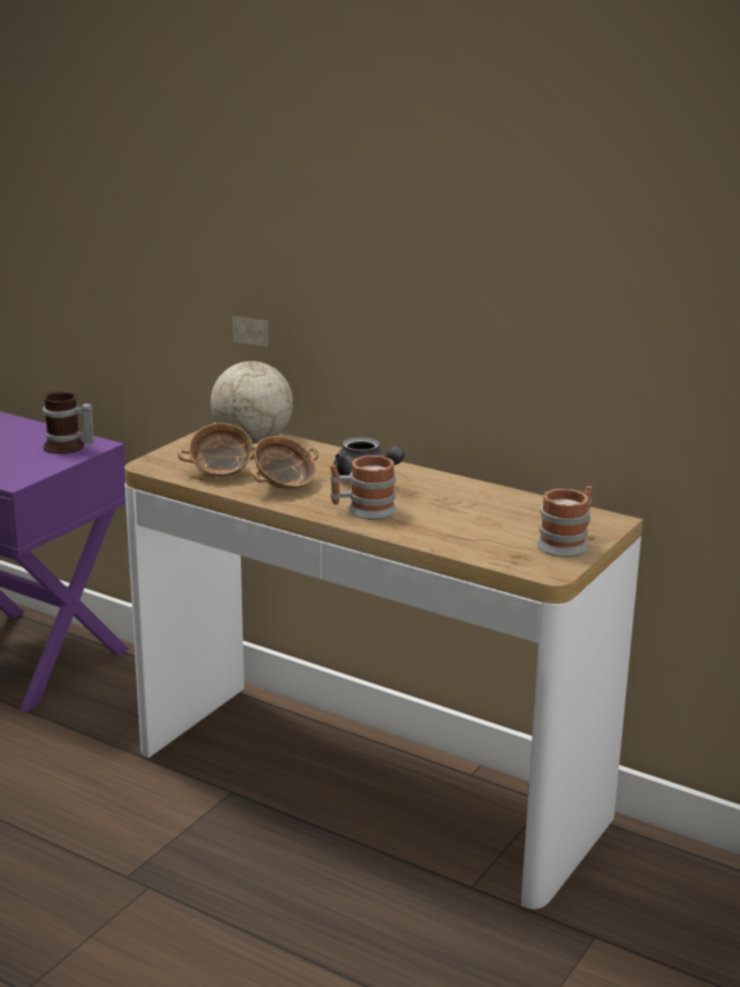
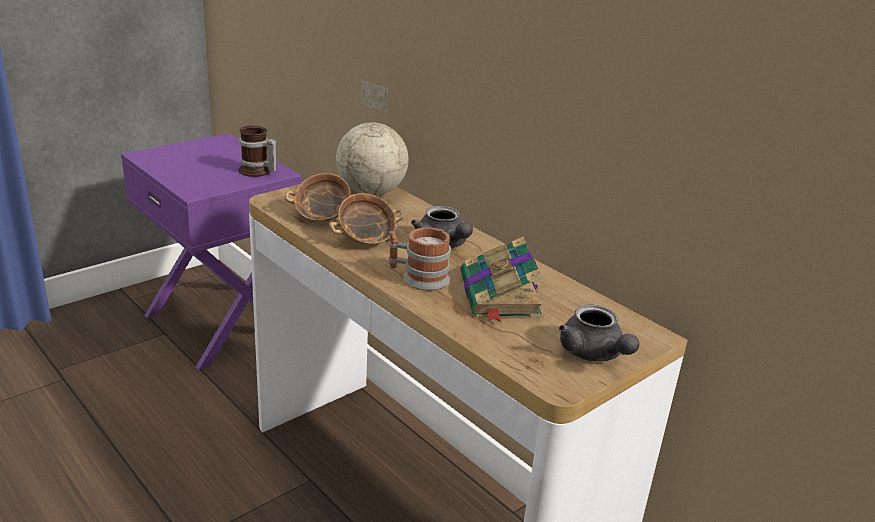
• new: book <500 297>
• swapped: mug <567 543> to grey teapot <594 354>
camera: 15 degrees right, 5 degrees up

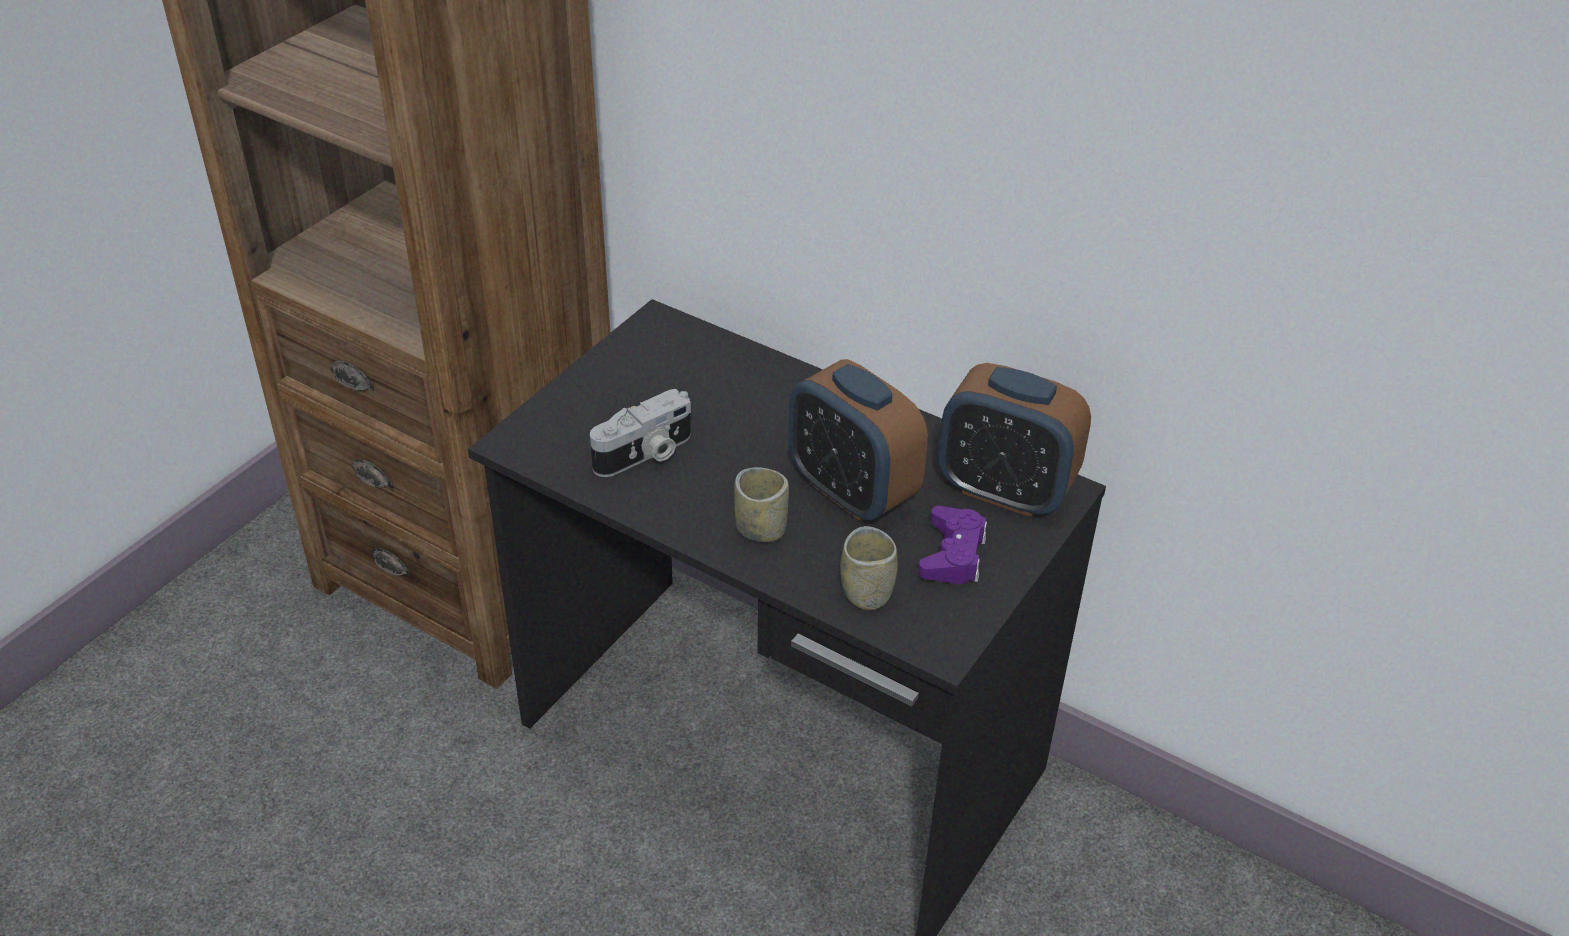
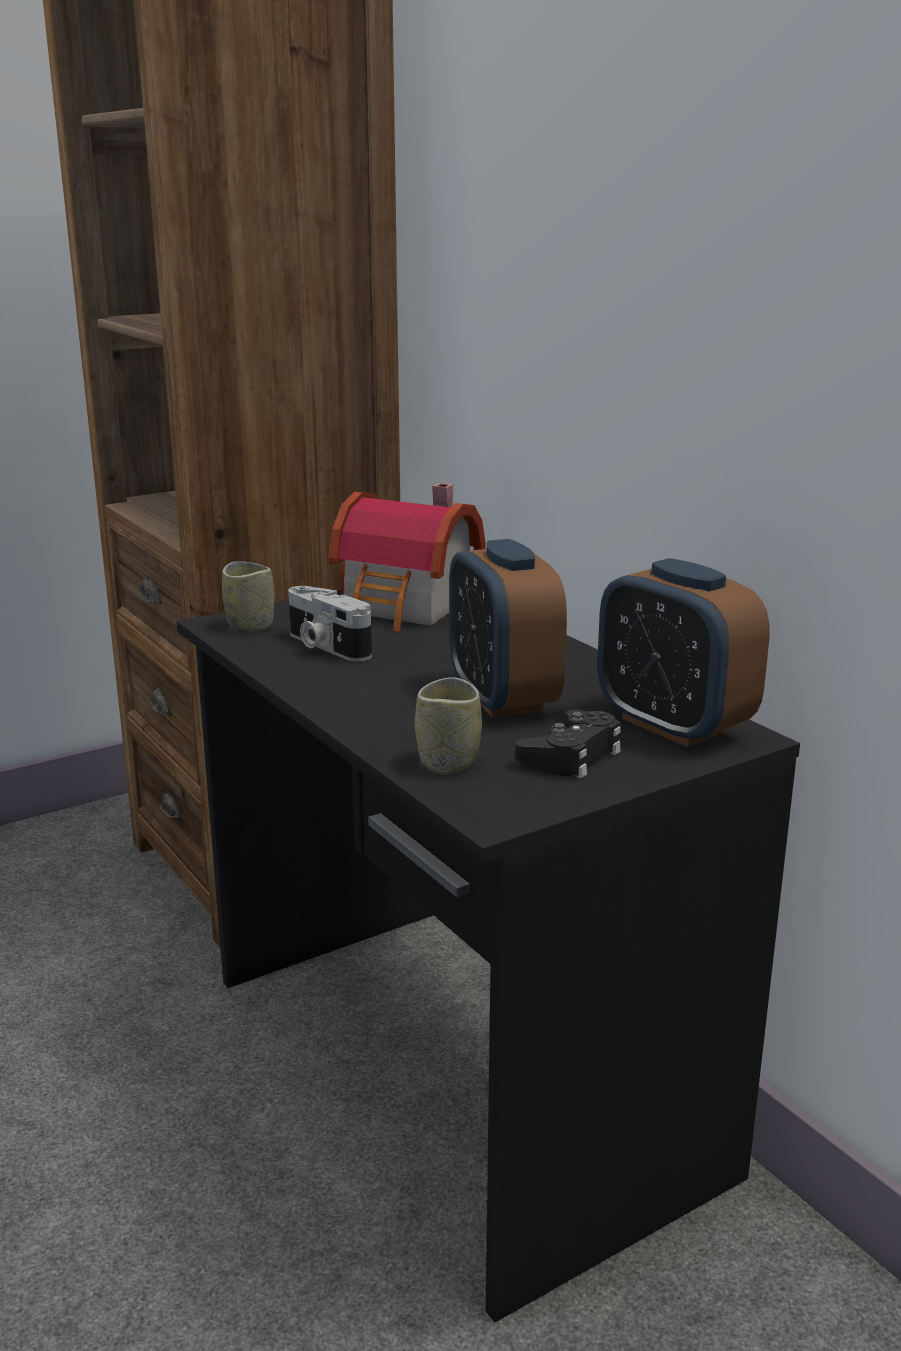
• new: toy house <408 607>
• shifted: cup <761 529> to <250 625>
• repainted: purple game controller <953 554> to black game controller <571 755>
• rotated: photo camera <645 455> = <325 646> 60 degrees clockwise
camera: 25 degrees right, 20 degrees down

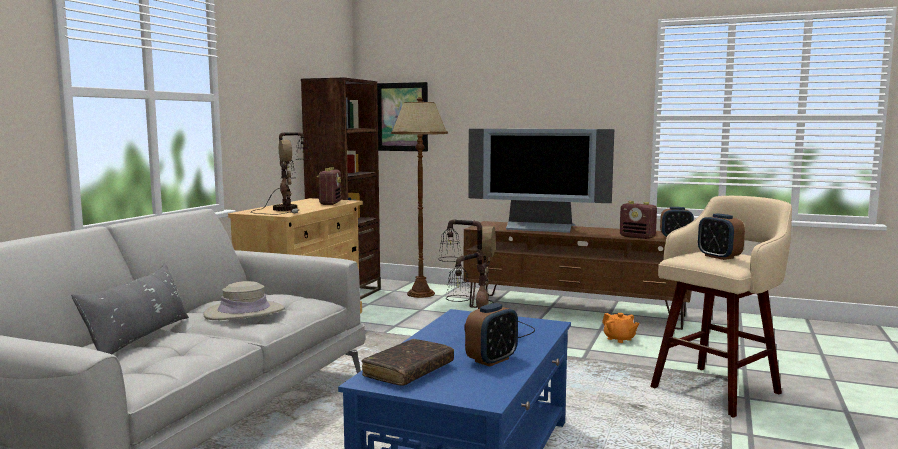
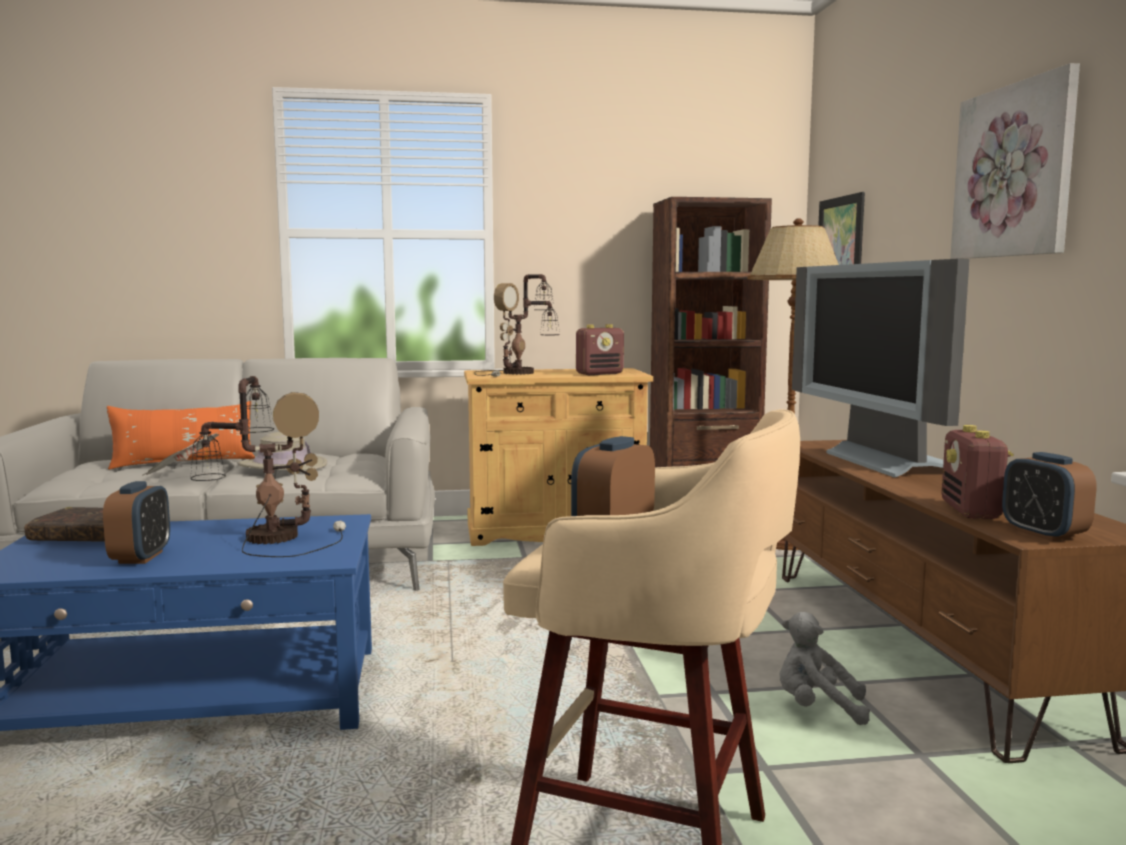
• new: newspaper <181 475>
• new: picture <1014 171>
• swapped: orange teapot <619 339> to grey plush toy <817 708>
• repainted: grey pillow <139 338> to orange pillow <184 463>
• rotated: alarm clock <492 360> = <141 557> 105 degrees counterclockwise
camera: 60 degrees right, 0 degrees up

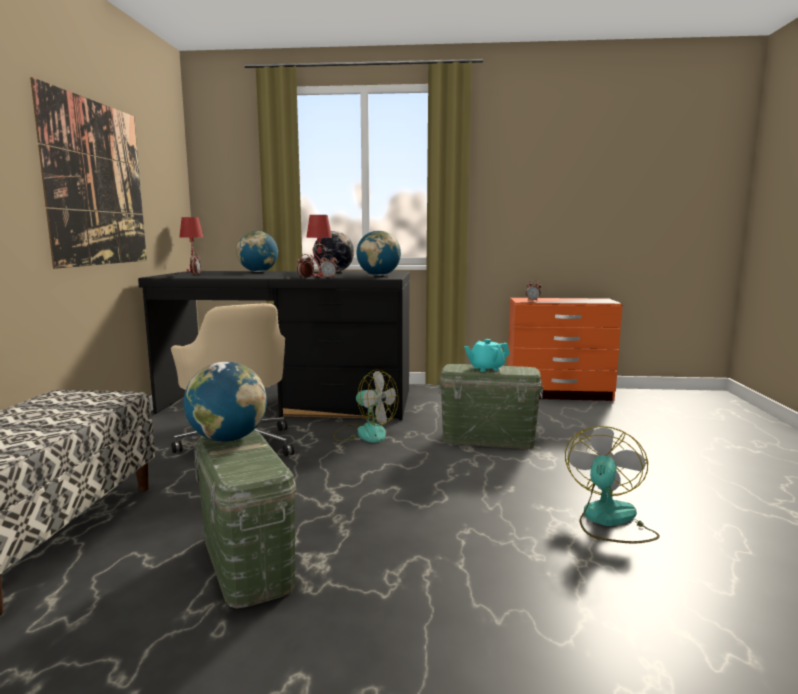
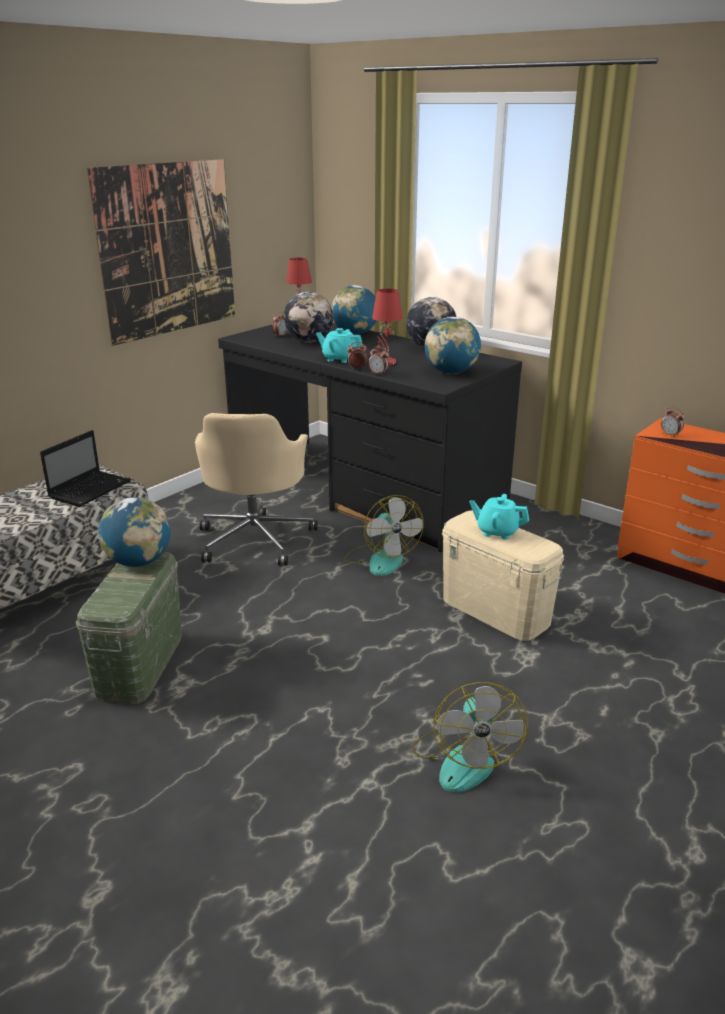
• new: laptop <91 489>
• new: globe <309 341>
• new: turquoise teapot <339 359>
• repainted: green storage box <488 439> to beige storage box <496 611>
• rotated: fan <609 520> = <464 759> 120 degrees clockwise
camera: 35 degrees right, 15 degrees up

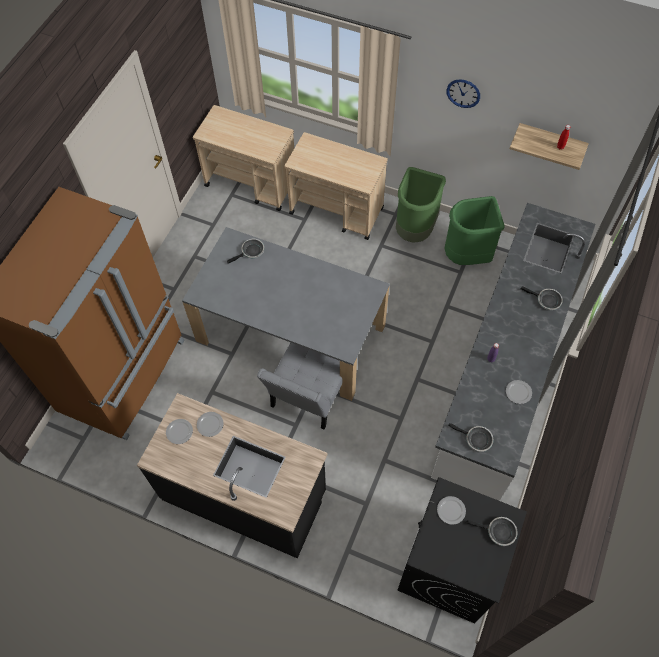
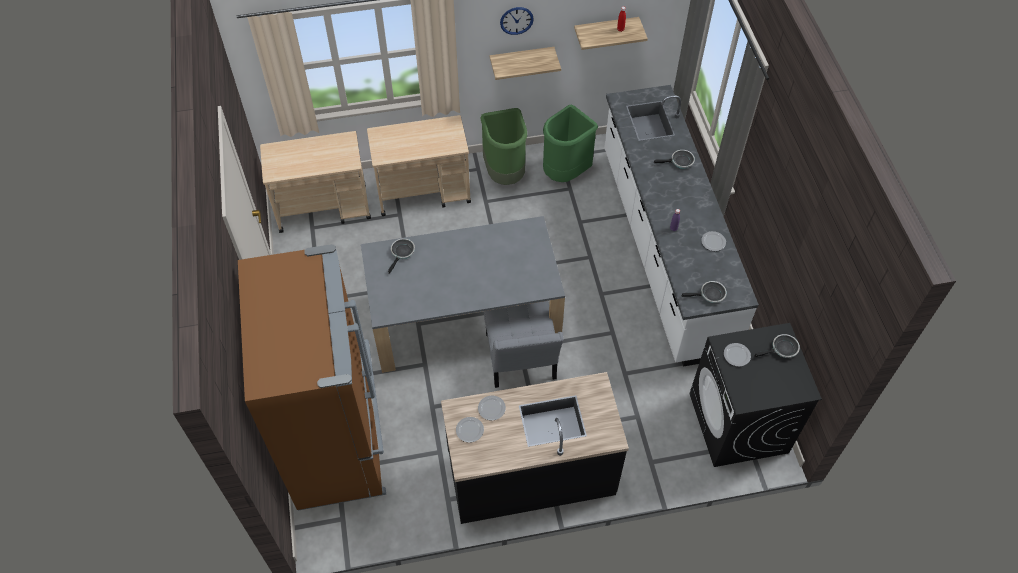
• new: shelf <521 60>
camera: 35 degrees left, 5 degrees down

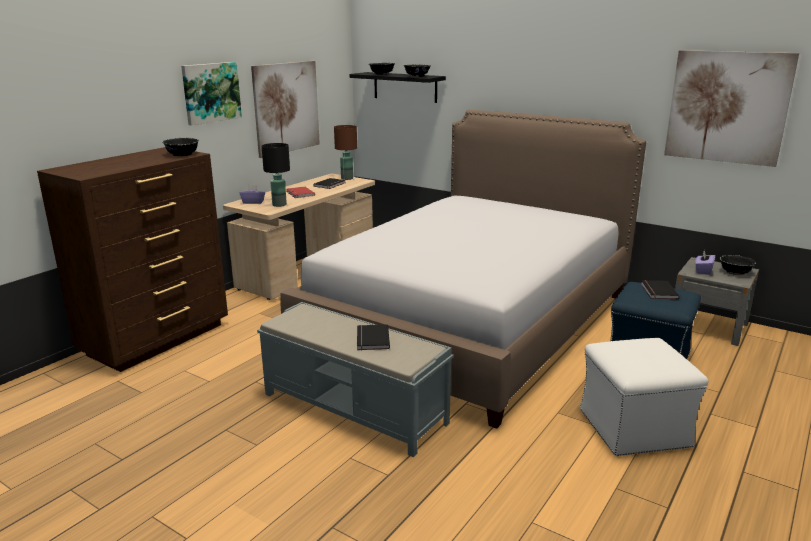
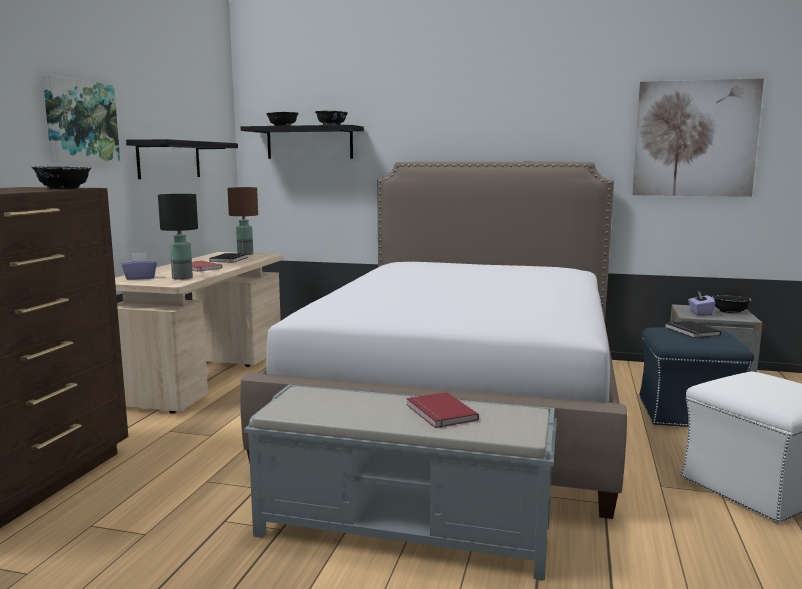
• swapped: picture <286 107> to black shelf <169 159>
• repainted: black book <371 339> to red book <439 413>
camera: 20 degrees left, 10 degrees down

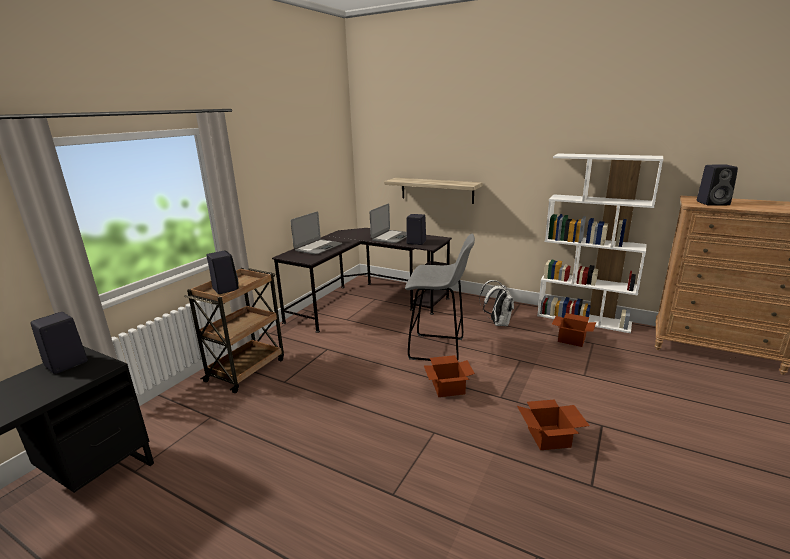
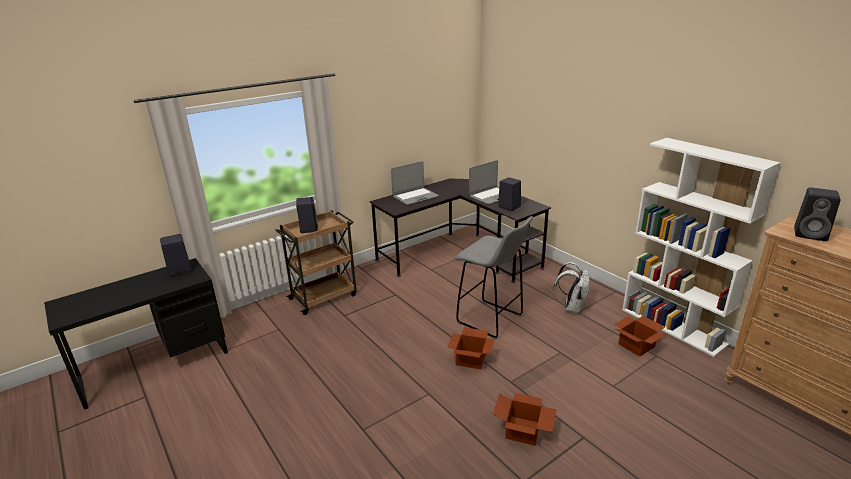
• gone: shelf <437 190>
camera: 25 degrees right, 5 degrees up

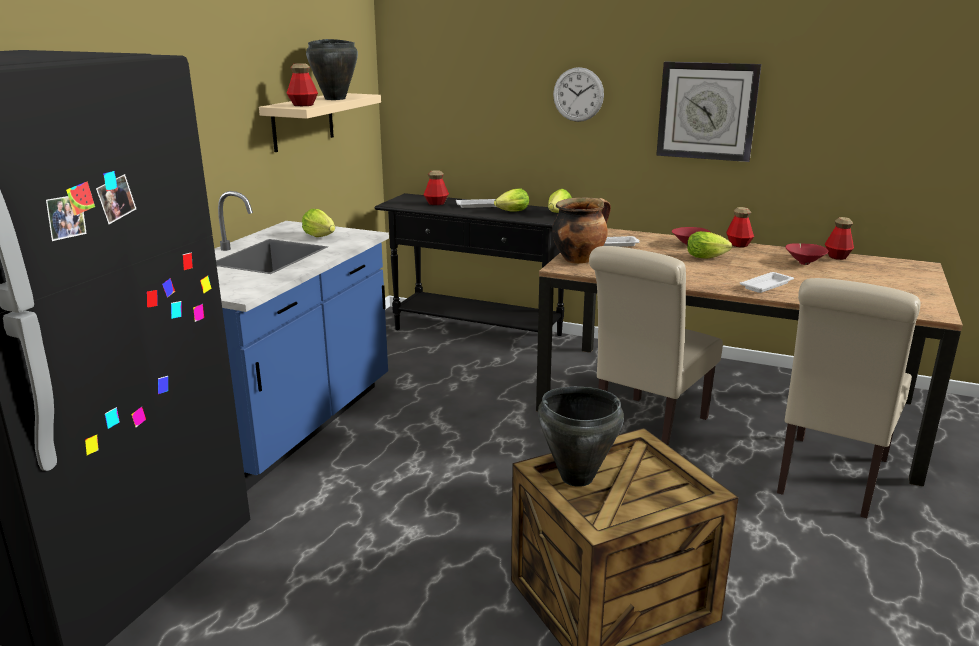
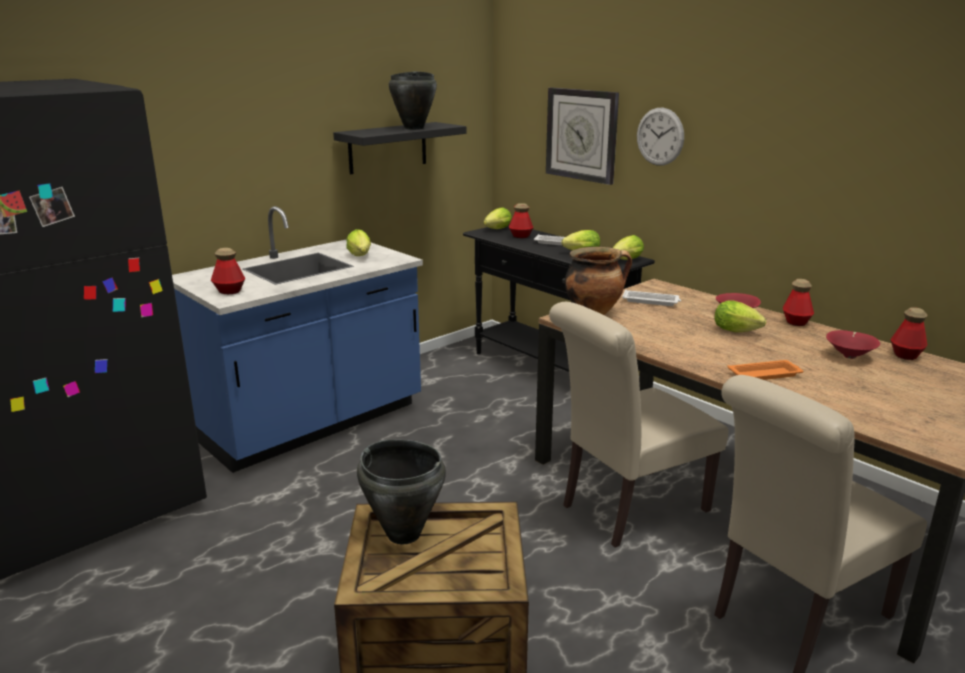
• new: lettuce <496 230>
• shifted: bottle <303 105> to <229 291>
• shifted: wall clock <707 111> to <582 135>
• repainted: beige shelf <303 121> to black shelf <388 147>
• repainted: white tray <767 285> to orange tray <765 374>
camera: 25 degrees right, 0 degrees up

